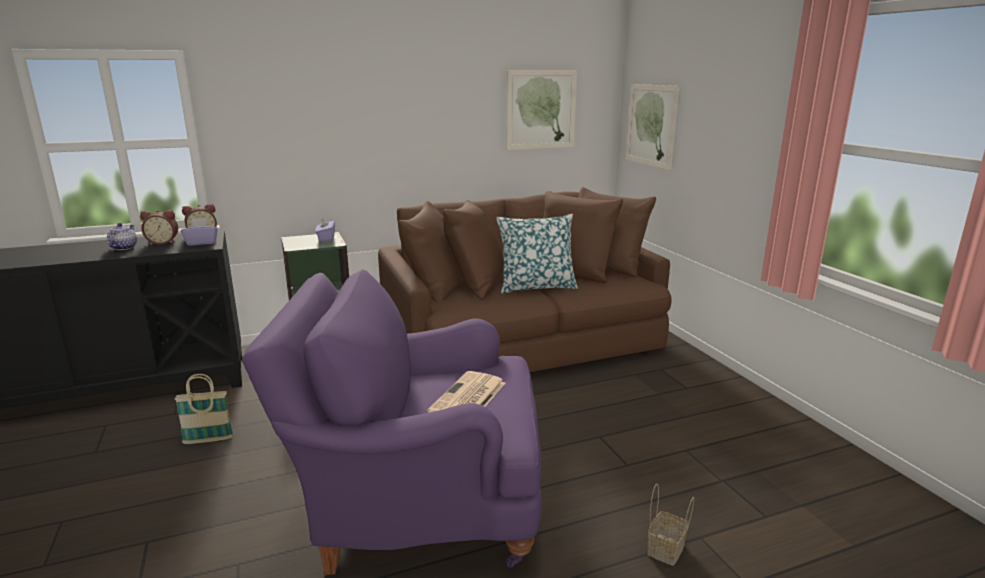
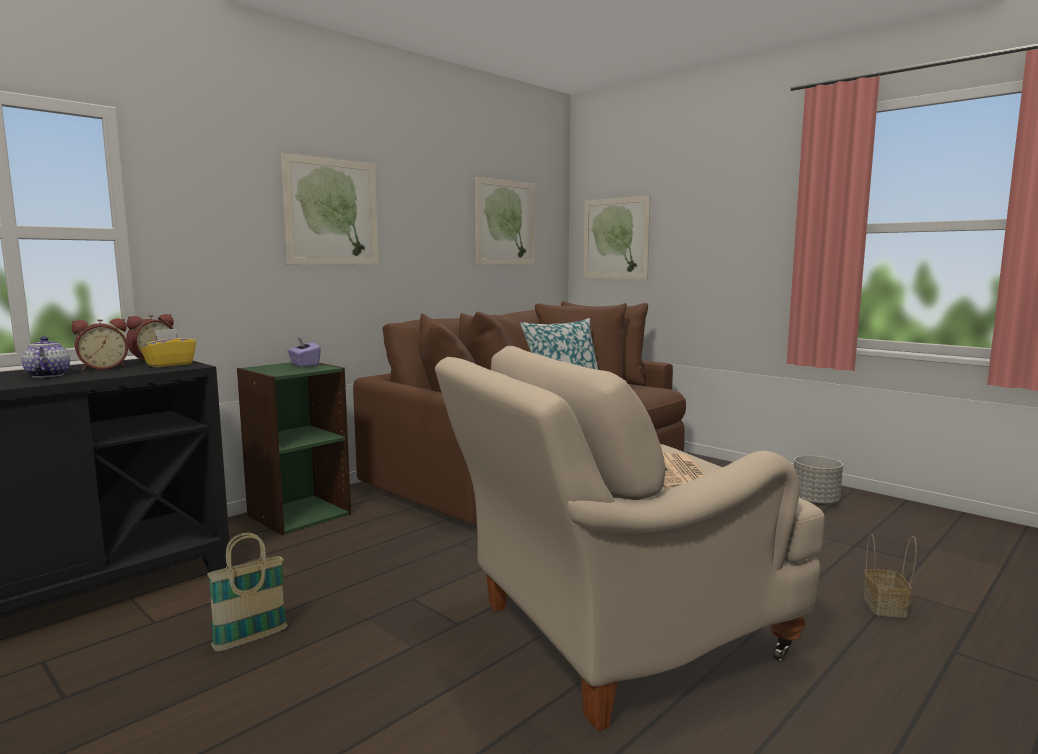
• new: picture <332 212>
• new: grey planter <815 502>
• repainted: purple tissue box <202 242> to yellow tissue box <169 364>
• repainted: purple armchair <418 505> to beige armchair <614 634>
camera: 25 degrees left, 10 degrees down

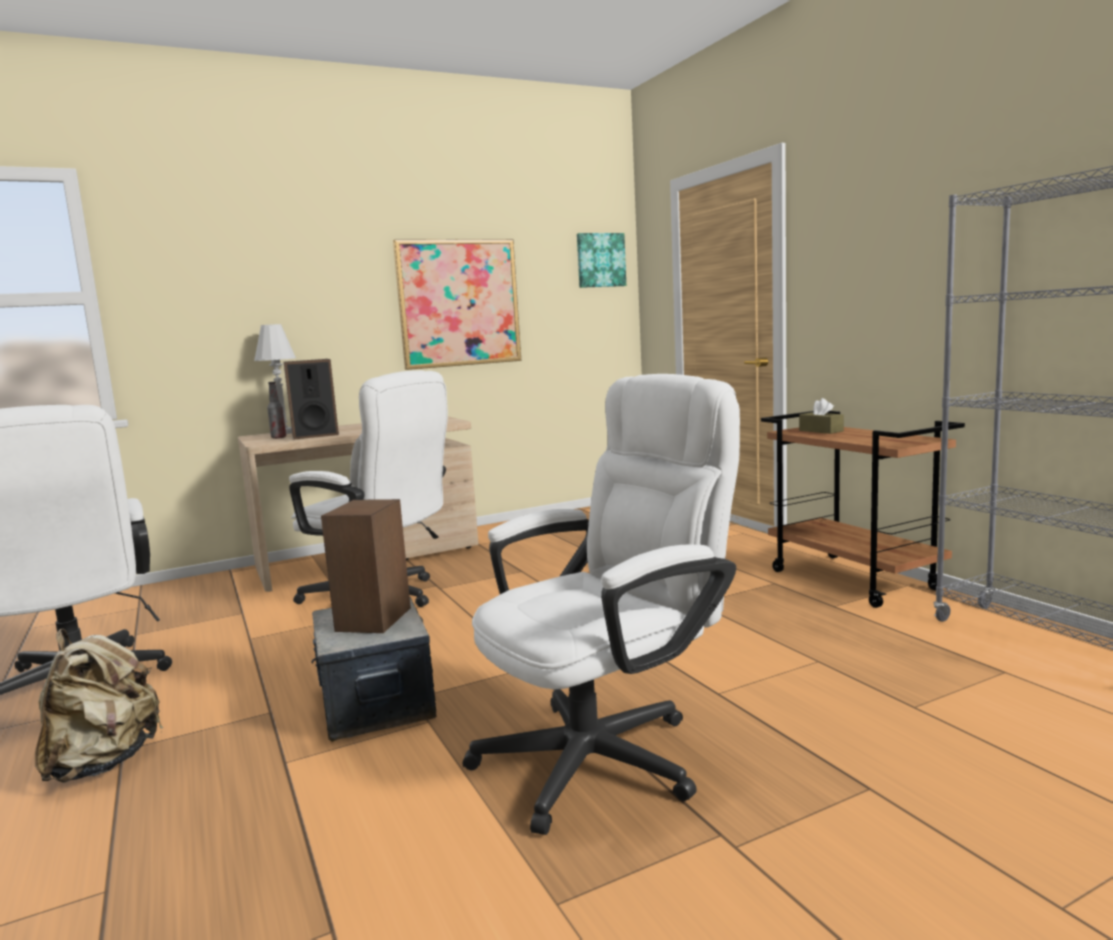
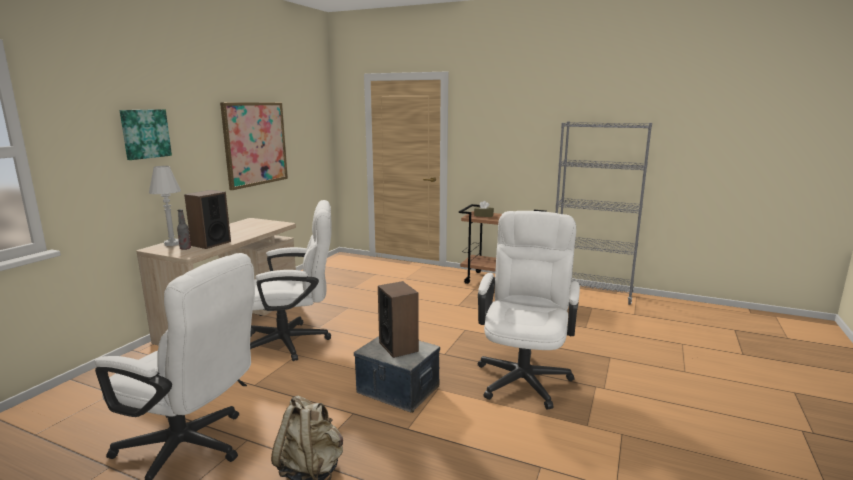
• shifted: picture <600 260> to <145 134>
camera: 40 degrees left, 5 degrees up

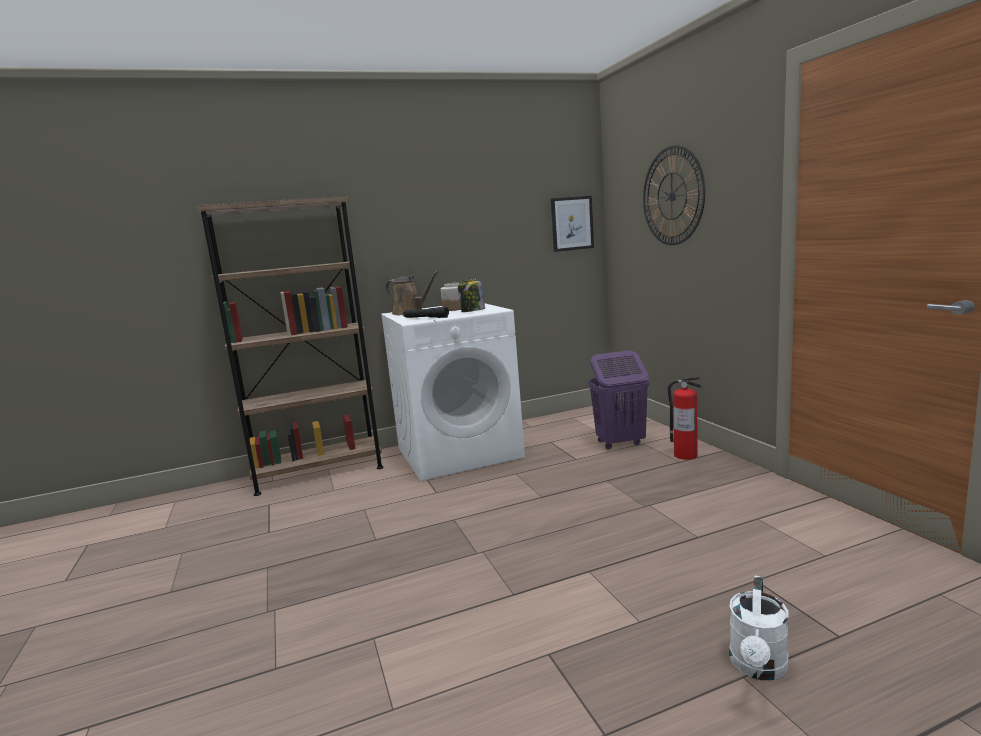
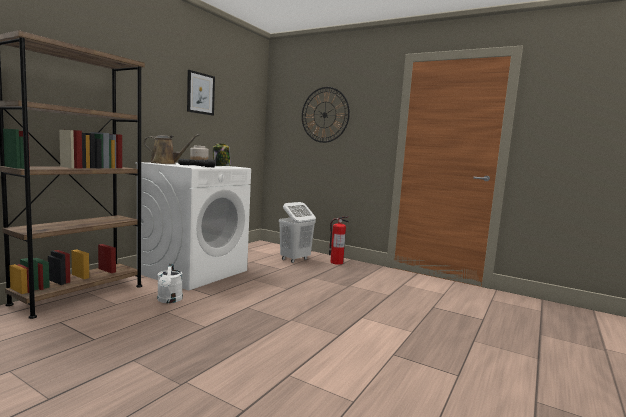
• shifted: picture <572 223> to <200 93>
• shifted: white watering can <758 668> to <169 300>
• repainted: purple laundry basket <619 443> to white laundry basket <294 259>
camera: 40 degrees left, 5 degrees down

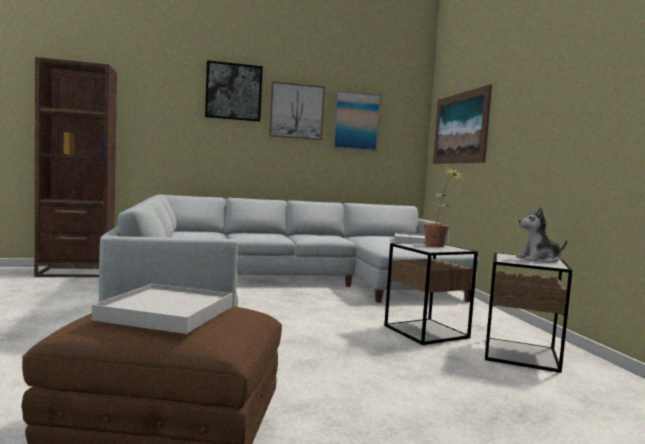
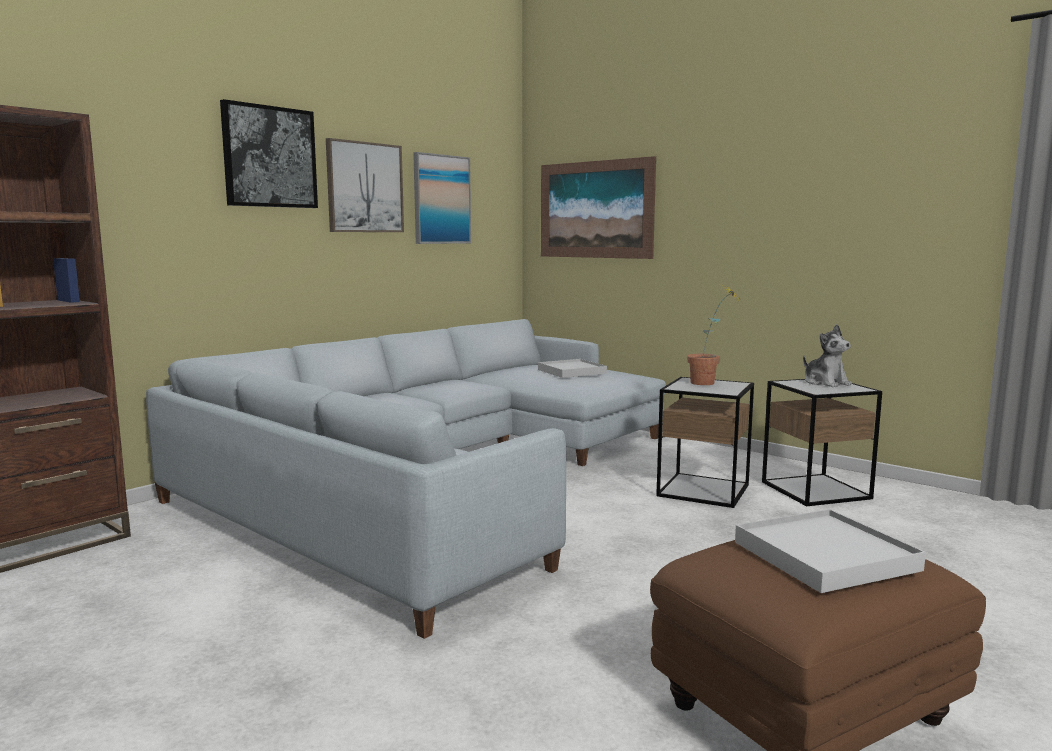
• rotated: plush toy <539 260> = <825 383> 75 degrees counterclockwise
camera: 35 degrees left, 5 degrees up

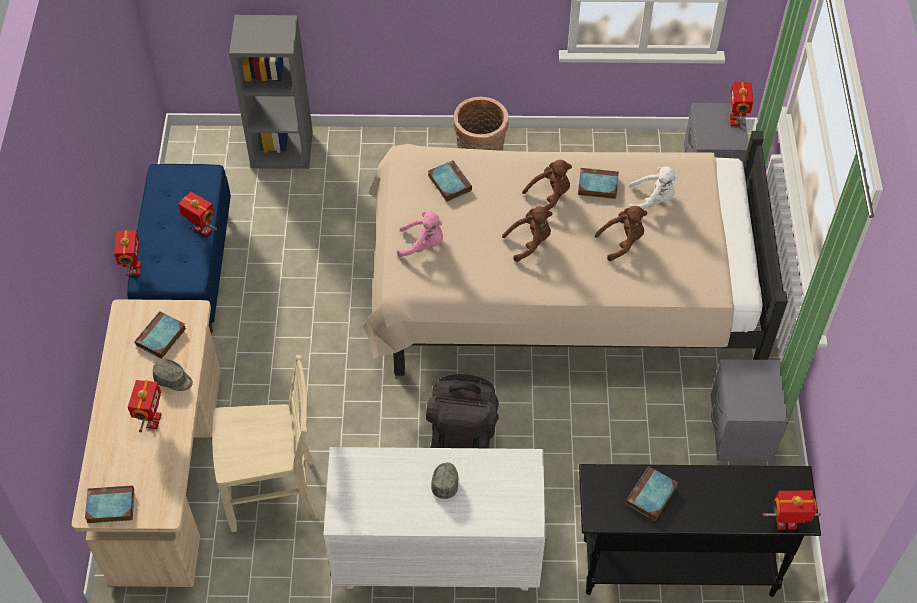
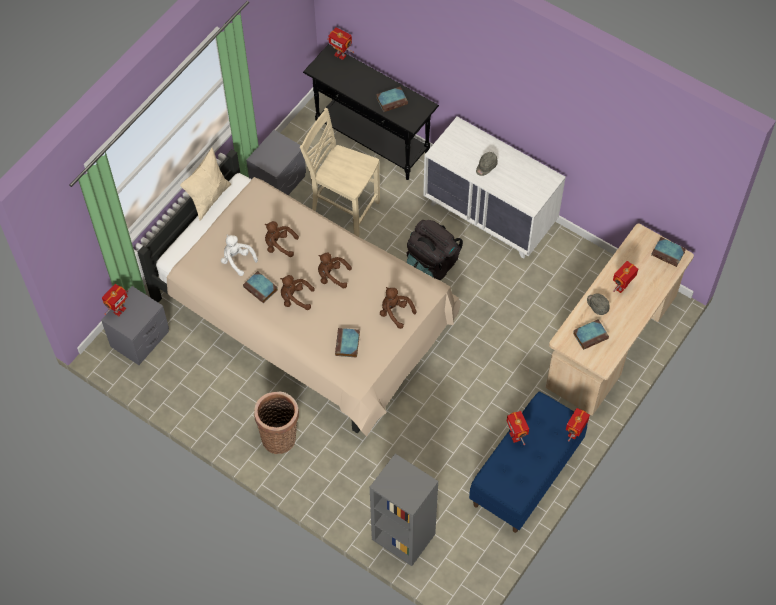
• new: beige pillow <208 198>
• shifted: beige chair <275 494> to <343 208>
• repainted: pink plush toy <423 244> to brown plush toy <395 312>
camera: 145 degrees left, 5 degrees up

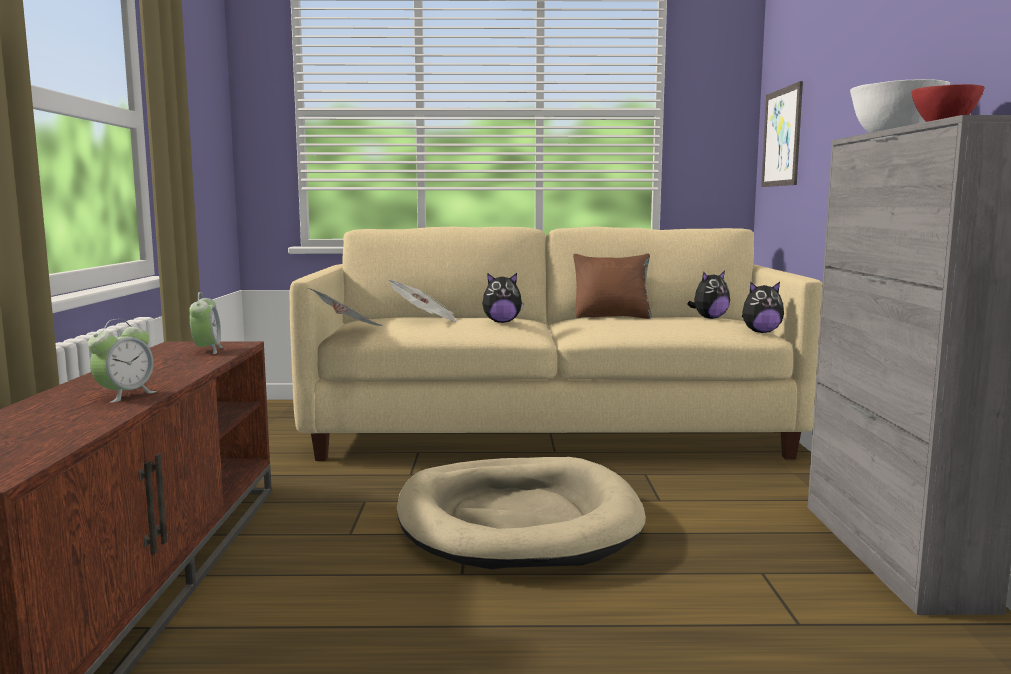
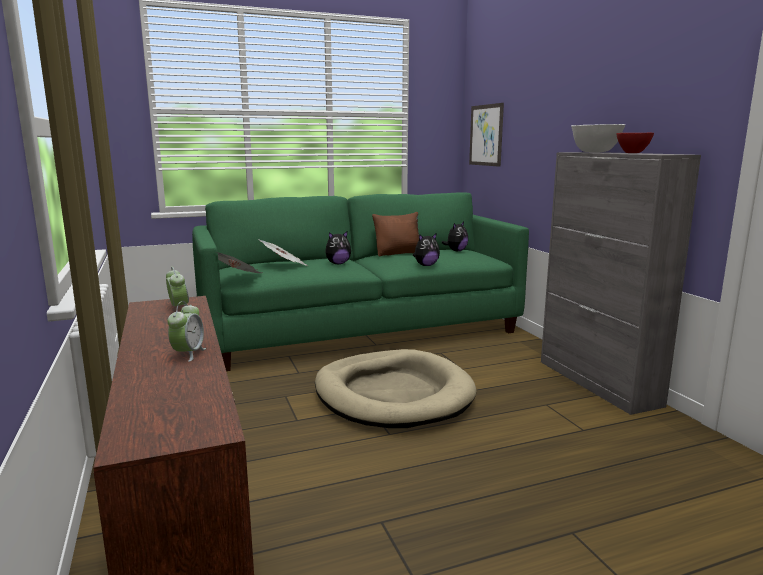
• shifted: plush toy <761 332> to <426 265>
• repainted: beige sofa <549 431> to green sofa <361 330>
camera: 20 degrees left, 5 degrees up

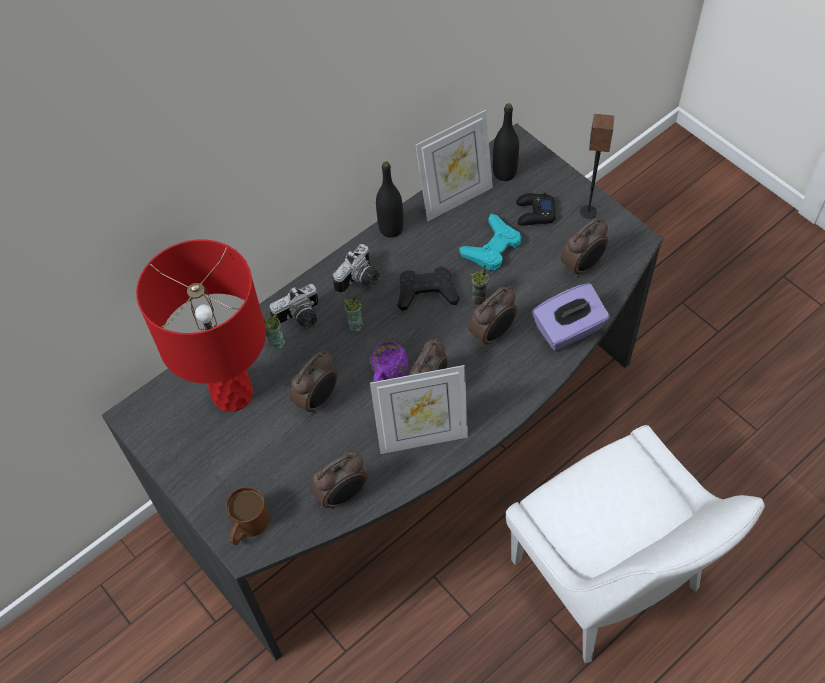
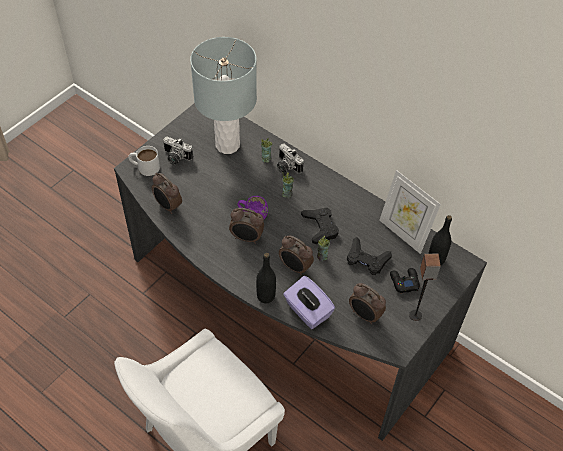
• gone: alarm clock <318 399>
• gone: picture frame <422 437>
• shifted: photo camera <360 280> to <175 158>
• shifted: black bottle <391 228> to <266 296>
• repainted: red table lamp <232 393> to grey table lamp <228 145>
• repainted: brown mug <247 526> to white mug <144 167>
• repainted: turquoise game controller <492 247> to black game controller <366 259>
camera: 75 degrees right, 5 degrees down

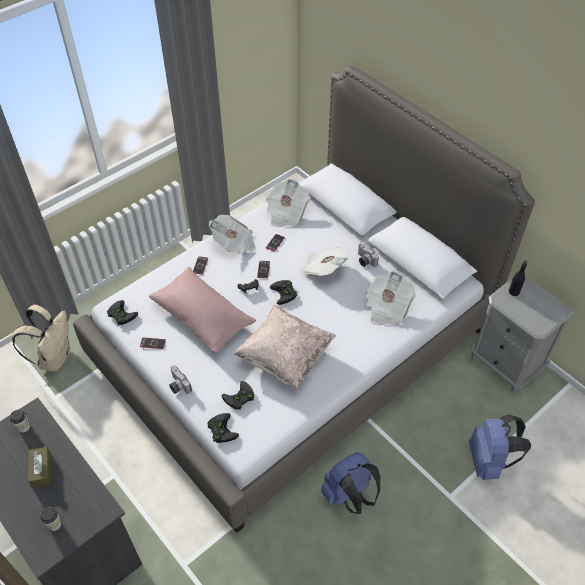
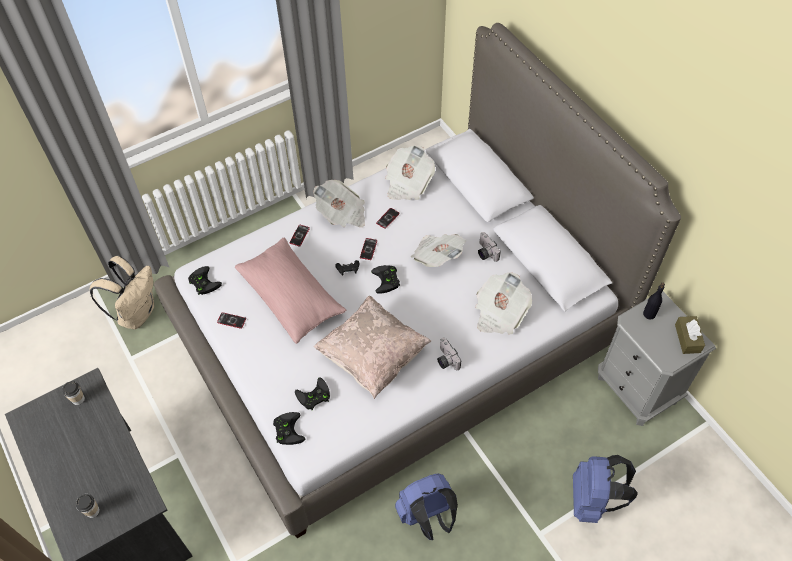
• shifted: brown tissue box <41 470> to <687 338>
• shifted: photo camera <177 385> to <445 360>
camera: 10 degrees right, 5 degrees up

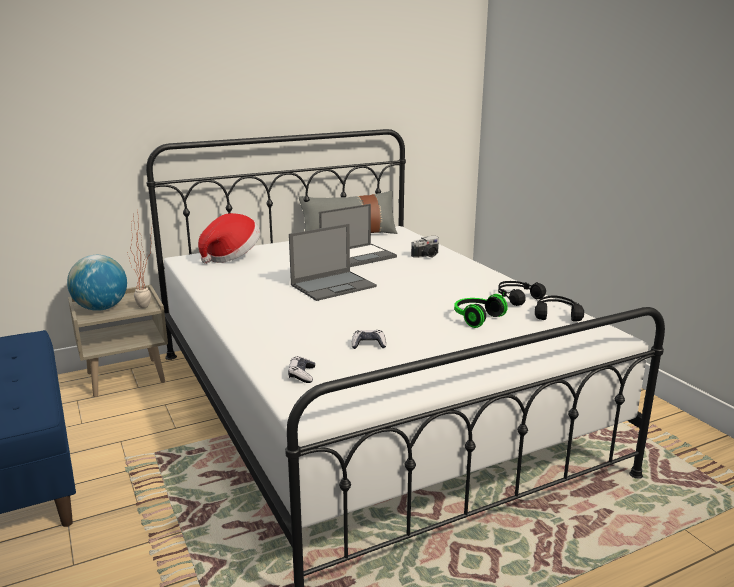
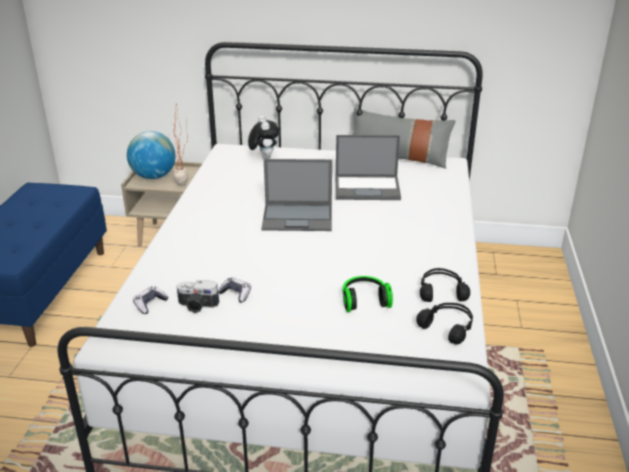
• shifted: photo camera <427 256> to <197 306>
• swapped: hat <231 256> to plush toy <264 157>
camera: 35 degrees right, 10 degrees up

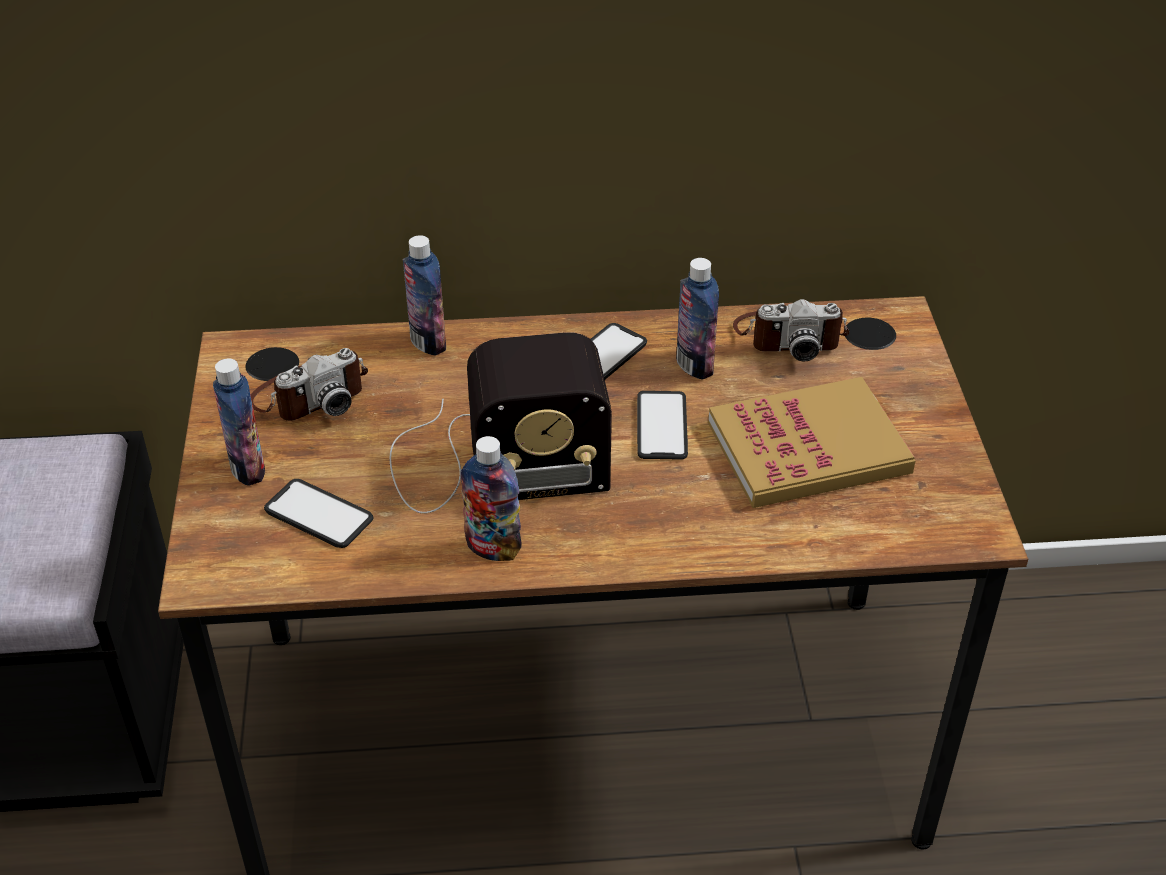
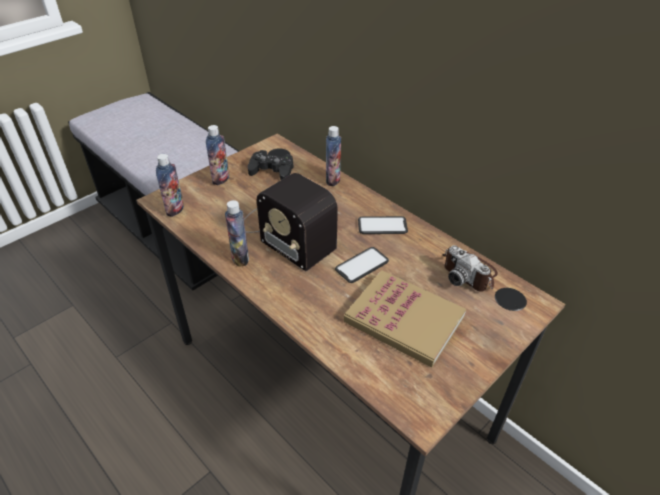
• gone: phone <319 515>
• shifted: bottle <694 365> to <175 209>
• swapped: photo camera <310 395> to black game controller <272 170>
camera: 50 degrees right, 0 degrees up

